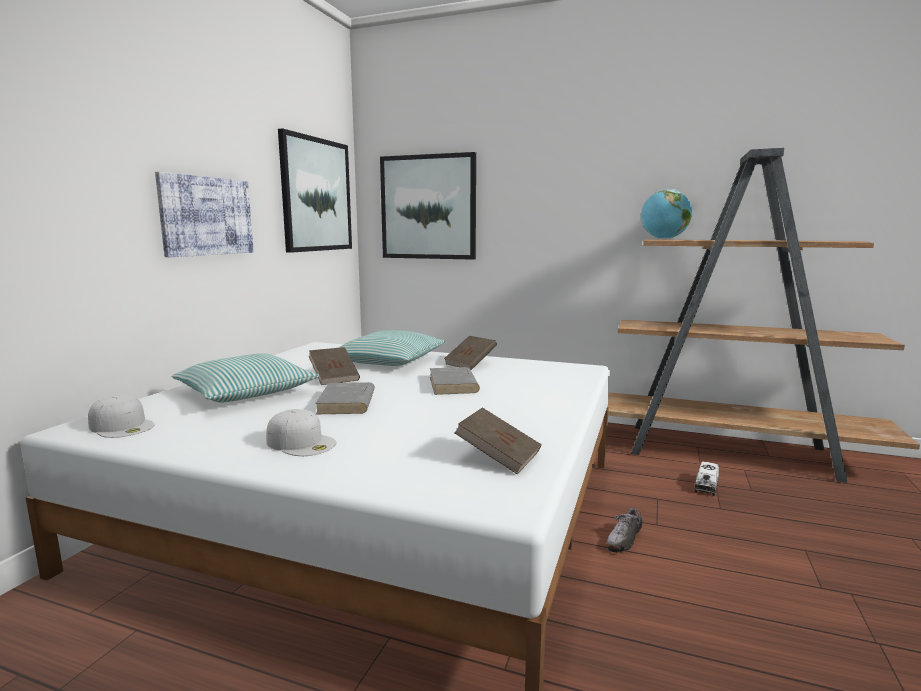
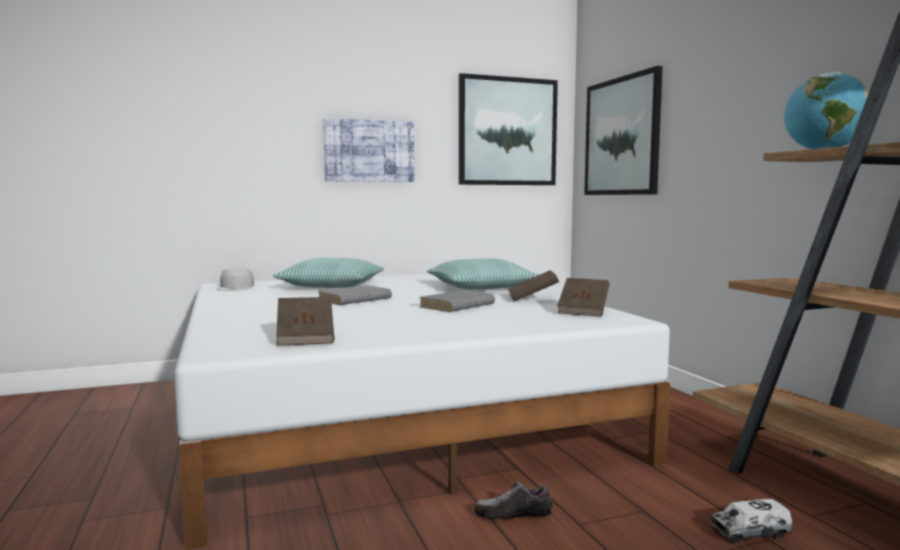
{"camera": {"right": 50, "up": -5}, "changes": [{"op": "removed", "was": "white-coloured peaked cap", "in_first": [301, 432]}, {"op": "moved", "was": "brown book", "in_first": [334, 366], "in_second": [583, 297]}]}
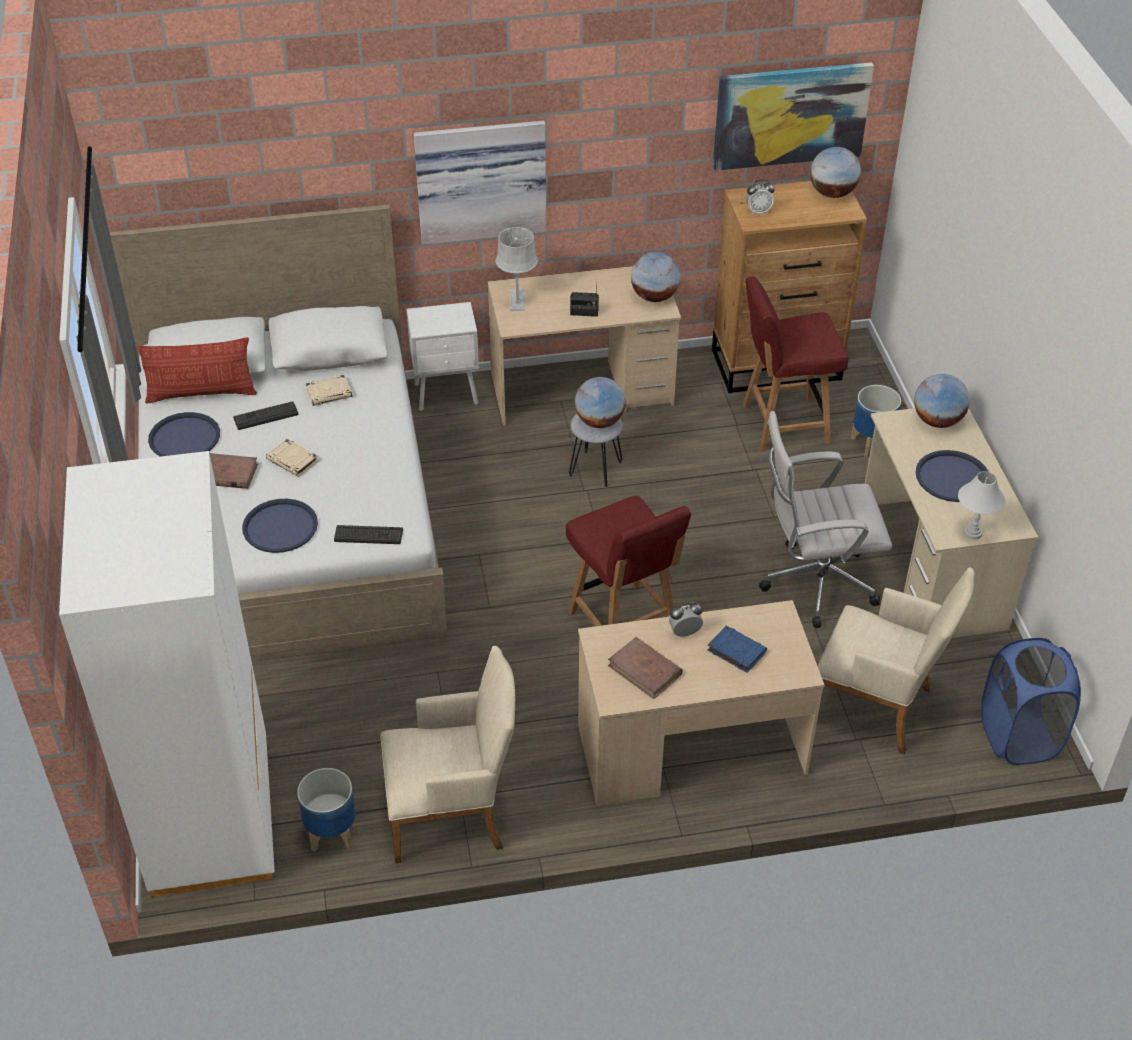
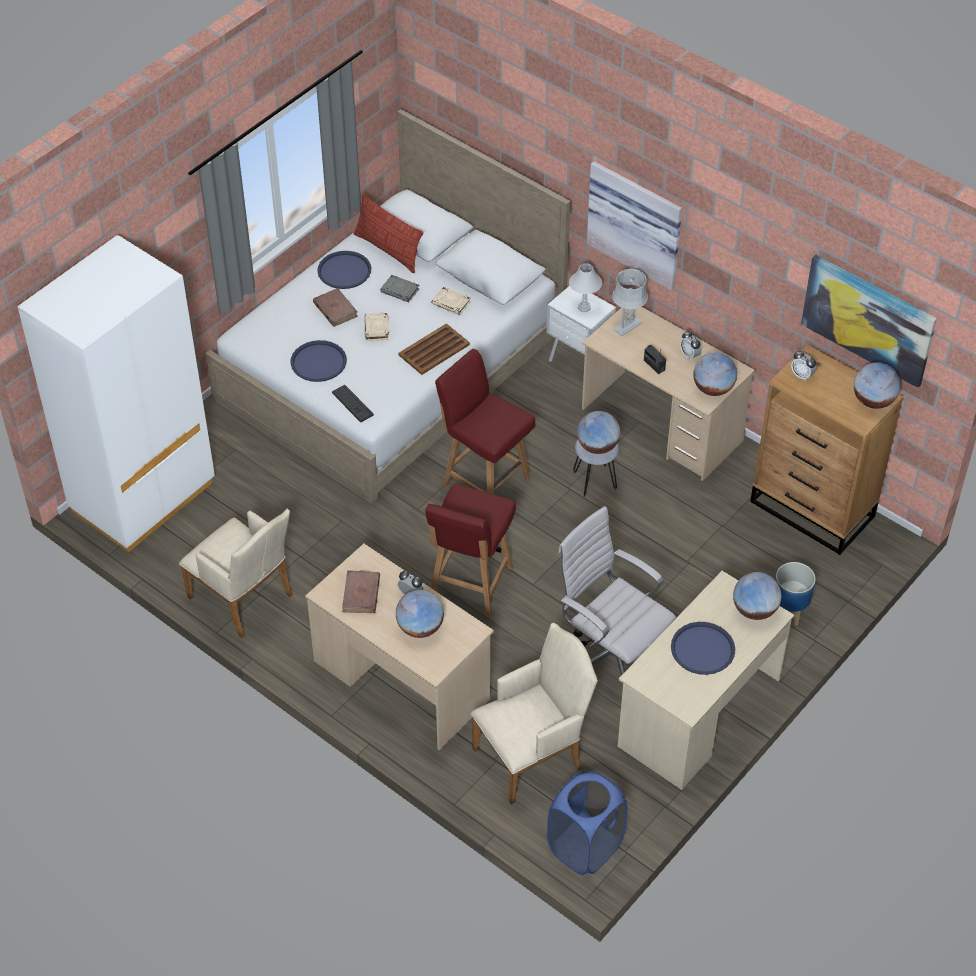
{"camera": {"right": 50, "up": 5}, "changes": [{"op": "replaced", "was": "computer keyboard", "now": "greyish book", "in_first": [266, 415], "in_second": [399, 288]}, {"op": "removed", "was": "plant pot", "in_first": [326, 810]}, {"op": "replaced", "was": "blue book", "now": "desk globe", "in_first": [737, 649], "in_second": [420, 614]}, {"op": "moved", "was": "red-coloured upright chair", "in_first": [795, 363], "in_second": [485, 421]}, {"op": "turned", "was": "beige lounge chair", "in_first": [896, 660], "in_second": [534, 714], "clockwise": -105}, {"op": "moved", "was": "white-coloured lamp for a table", "in_first": [981, 505], "in_second": [585, 287]}, {"op": "added", "now": "brown carrying tray", "in_second": [434, 349]}, {"op": "added", "now": "alarm clock", "in_second": [691, 345]}]}
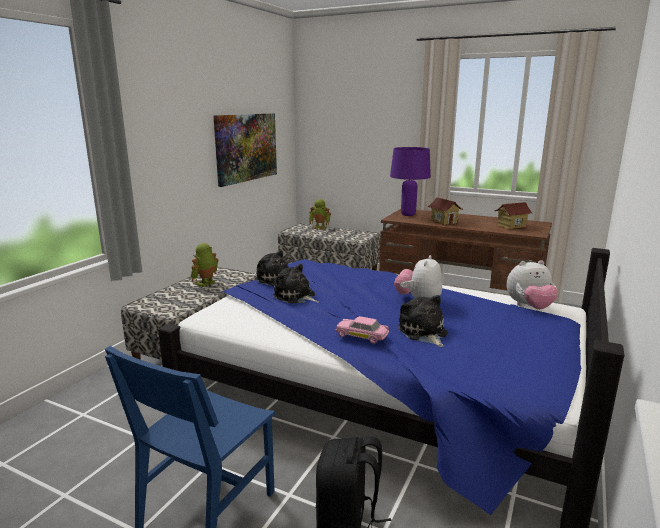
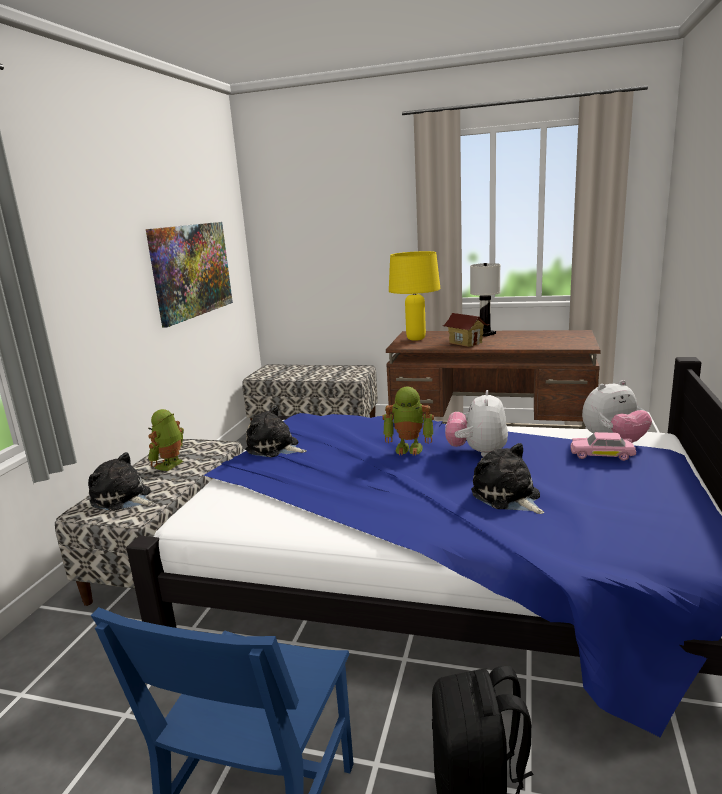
{"camera": {"right": -10, "up": 0}, "changes": [{"op": "moved", "was": "plush toy", "in_first": [296, 283], "in_second": [121, 481]}, {"op": "moved", "was": "robot figure", "in_first": [320, 214], "in_second": [408, 421]}, {"op": "moved", "was": "pink miniature car", "in_first": [362, 330], "in_second": [603, 446]}, {"op": "recoloured", "was": "purple lamp for a table", "now": "yellowish lamp for a table", "in_first": [410, 181], "in_second": [415, 296]}, {"op": "removed", "was": "model house", "in_first": [513, 215]}, {"op": "added", "now": "white-coloured lamp for a table", "in_second": [485, 300]}]}
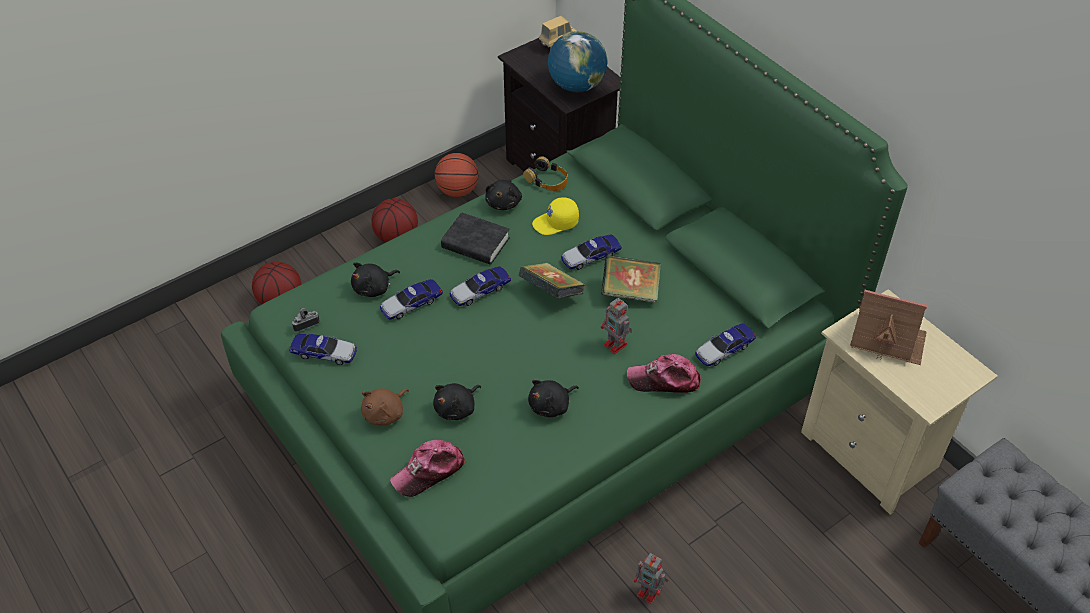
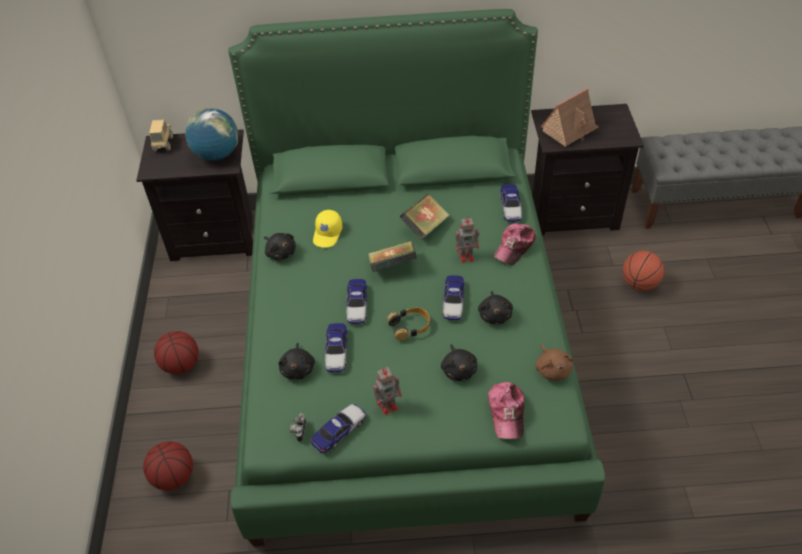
{"camera": {"right": -55, "up": 0}, "changes": [{"op": "moved", "was": "brown plush toy", "in_first": [385, 406], "in_second": [554, 362]}, {"op": "moved", "was": "basketball ball", "in_first": [457, 175], "in_second": [643, 271]}, {"op": "removed", "was": "blackish book", "in_first": [475, 238]}, {"op": "moved", "was": "headphones", "in_first": [545, 173], "in_second": [408, 324]}, {"op": "moved", "was": "miniature car", "in_first": [591, 252], "in_second": [453, 297]}, {"op": "moved", "was": "robot figure", "in_first": [651, 578], "in_second": [387, 391]}, {"op": "recoloured", "was": "beige bedside table", "now": "blackish bedside table", "in_first": [899, 402], "in_second": [587, 169]}]}
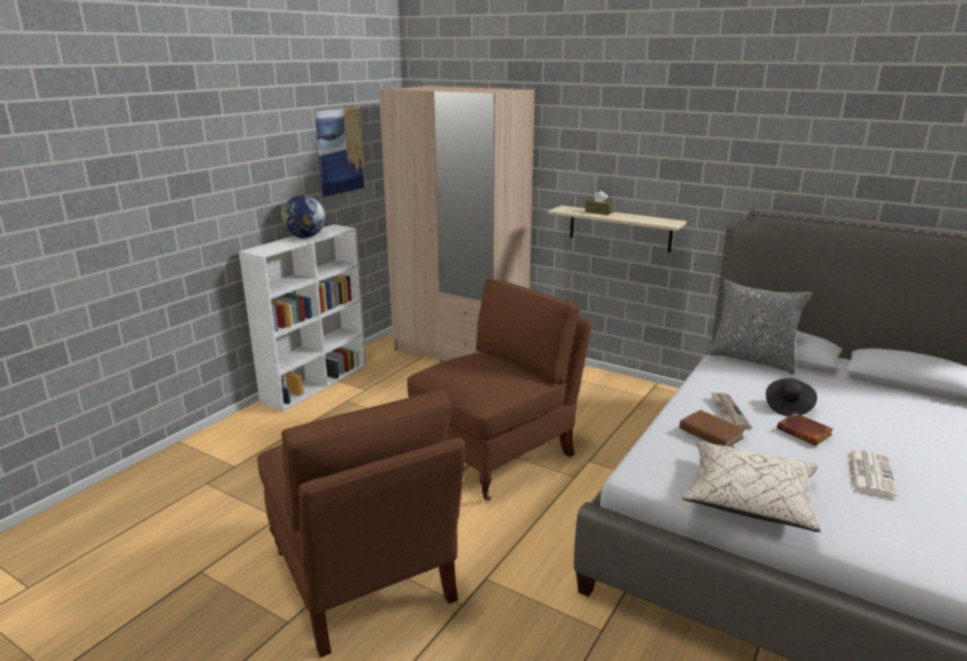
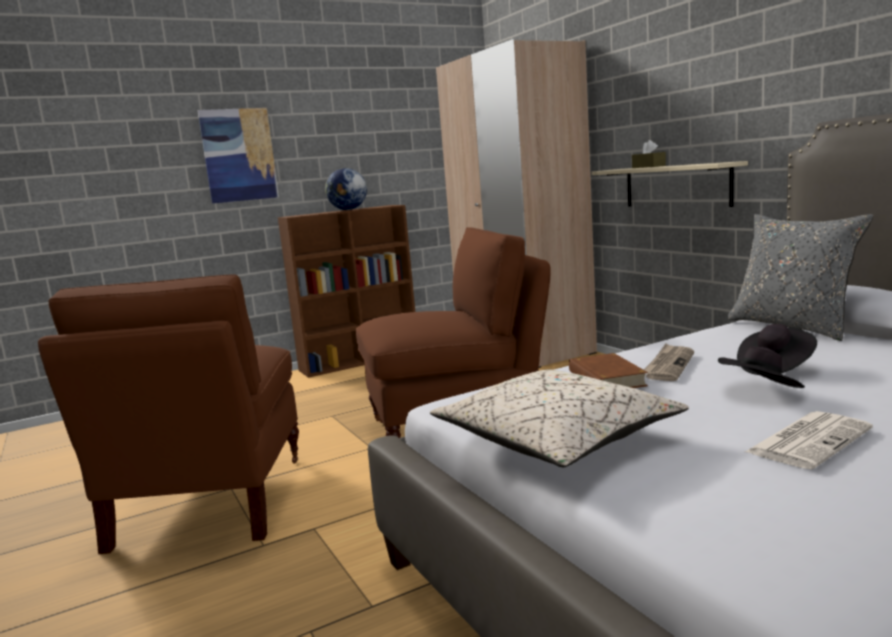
{"camera": {"right": 30, "up": -10}, "changes": [{"op": "recoloured", "was": "white-coloured bookshelf", "now": "brown bookshelf", "in_first": [302, 318], "in_second": [346, 291]}, {"op": "moved", "was": "wall picture", "in_first": [340, 152], "in_second": [238, 155]}, {"op": "replaced", "was": "brown book", "now": "blackish hat", "in_first": [805, 429], "in_second": [761, 367]}]}
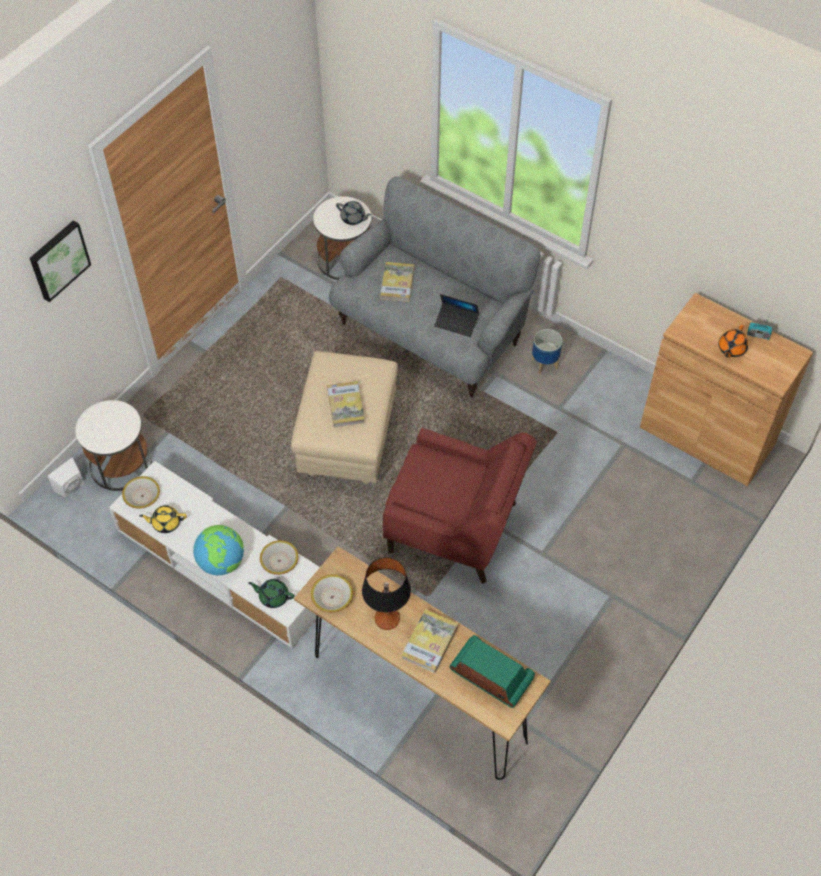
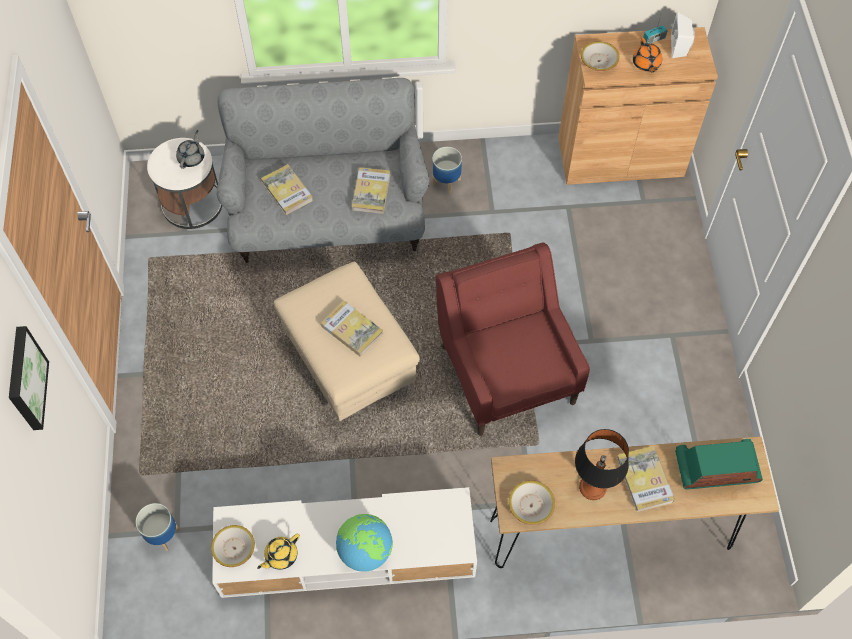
{"camera": {"right": -40, "up": 5}, "changes": [{"op": "moved", "was": "white-coloured loudspeaker", "in_first": [66, 477], "in_second": [683, 34]}, {"op": "replaced", "was": "white-coloured accent table", "now": "plant pot", "in_first": [113, 445], "in_second": [158, 527]}, {"op": "removed", "was": "green-coloured pot for tea", "in_first": [271, 593]}, {"op": "moved", "was": "deep dish", "in_first": [279, 557], "in_second": [600, 56]}, {"op": "turned", "was": "greyish pot for tea", "in_first": [353, 213], "in_second": [190, 149], "clockwise": -60}, {"op": "turned", "was": "red-coloured lounge chair", "in_first": [460, 505], "in_second": [513, 339], "clockwise": -90}, {"op": "replaced", "was": "notebook computer", "now": "book", "in_first": [456, 315], "in_second": [371, 190]}]}
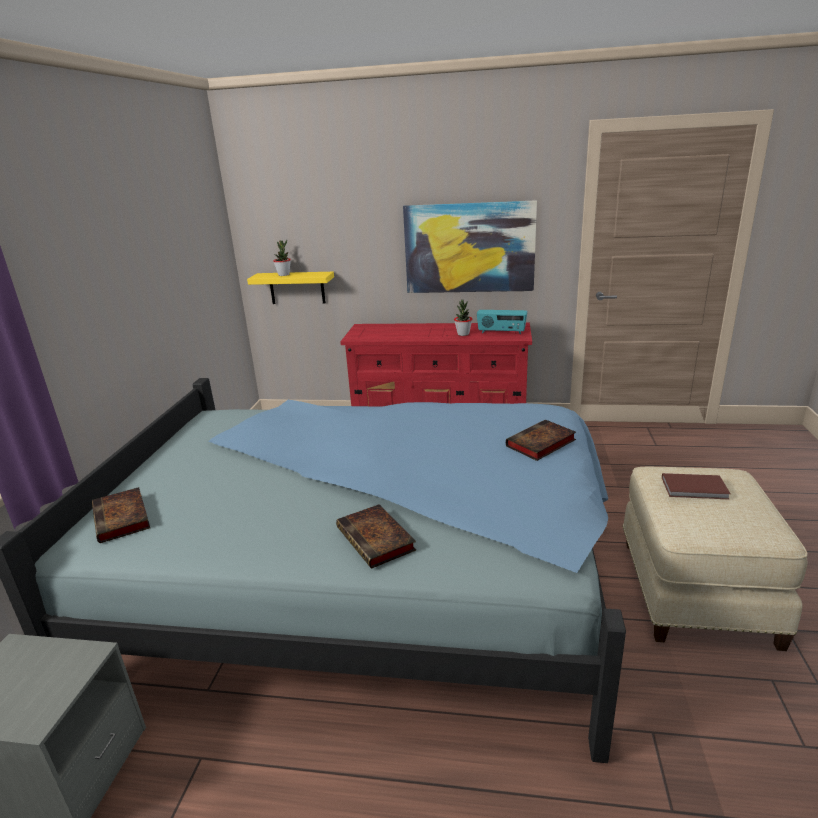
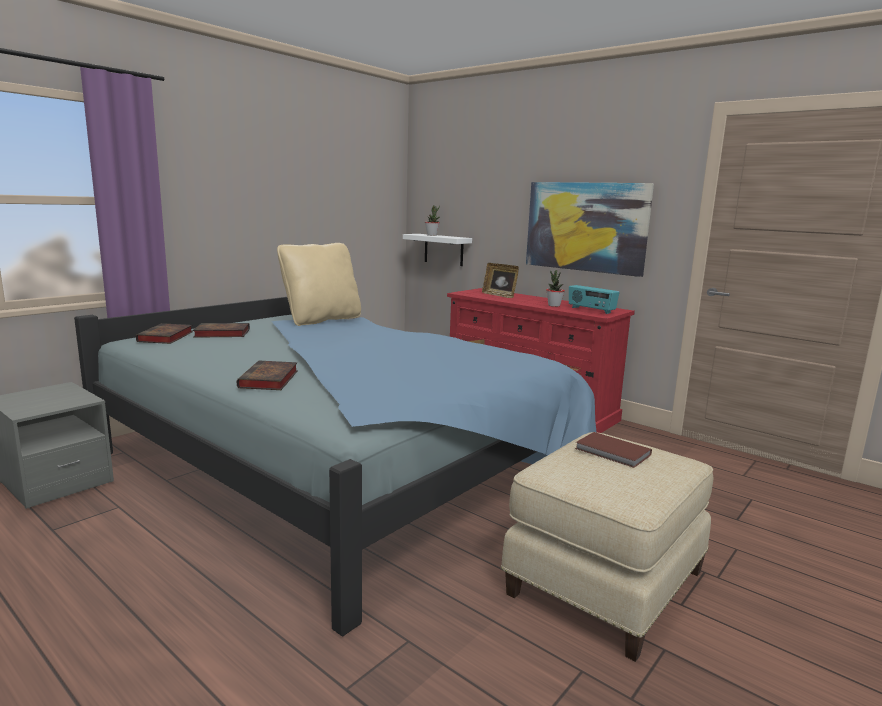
{"camera": {"right": 30, "up": -10}, "changes": [{"op": "recoloured", "was": "yellowish wall shelf", "now": "white-coloured wall shelf", "in_first": [290, 288], "in_second": [437, 250]}, {"op": "moved", "was": "book", "in_first": [541, 440], "in_second": [221, 330]}, {"op": "added", "now": "beige pillow", "in_second": [319, 284]}, {"op": "added", "now": "picture frame", "in_second": [500, 280]}]}
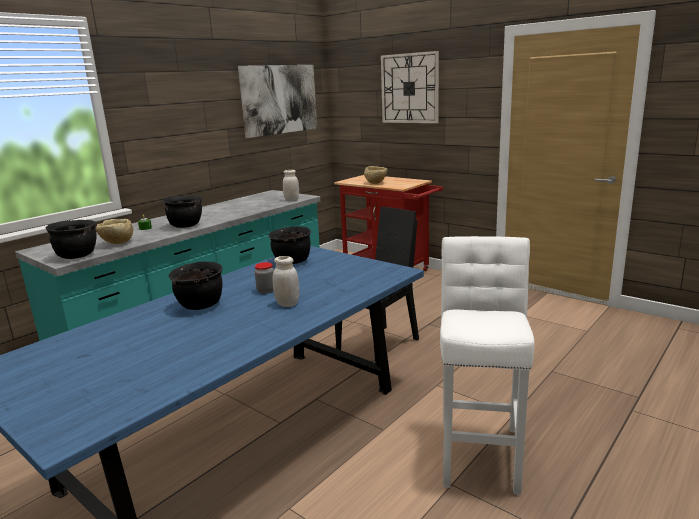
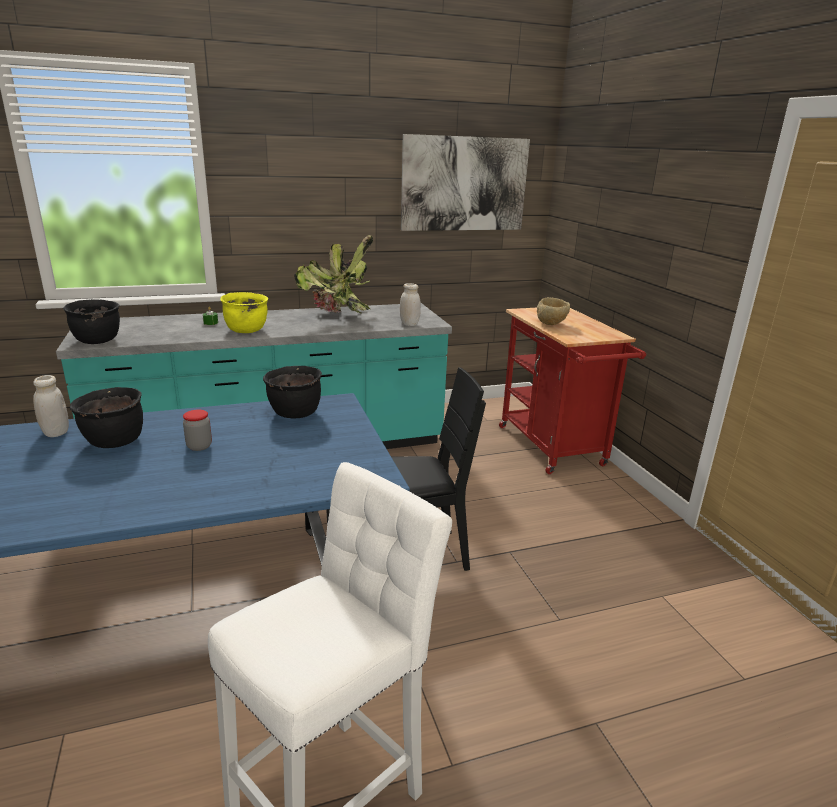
{"camera": {"right": 30, "up": 5}, "changes": [{"op": "removed", "was": "beige deep dish", "in_first": [114, 231]}, {"op": "recoloured", "was": "blackish cooking pot", "now": "yellowish cooking pot", "in_first": [182, 212], "in_second": [244, 312]}, {"op": "moved", "was": "white-coloured jar", "in_first": [286, 281], "in_second": [51, 406]}, {"op": "removed", "was": "clock on the wall", "in_first": [410, 87]}, {"op": "added", "now": "plant in a pot", "in_second": [333, 274]}]}
